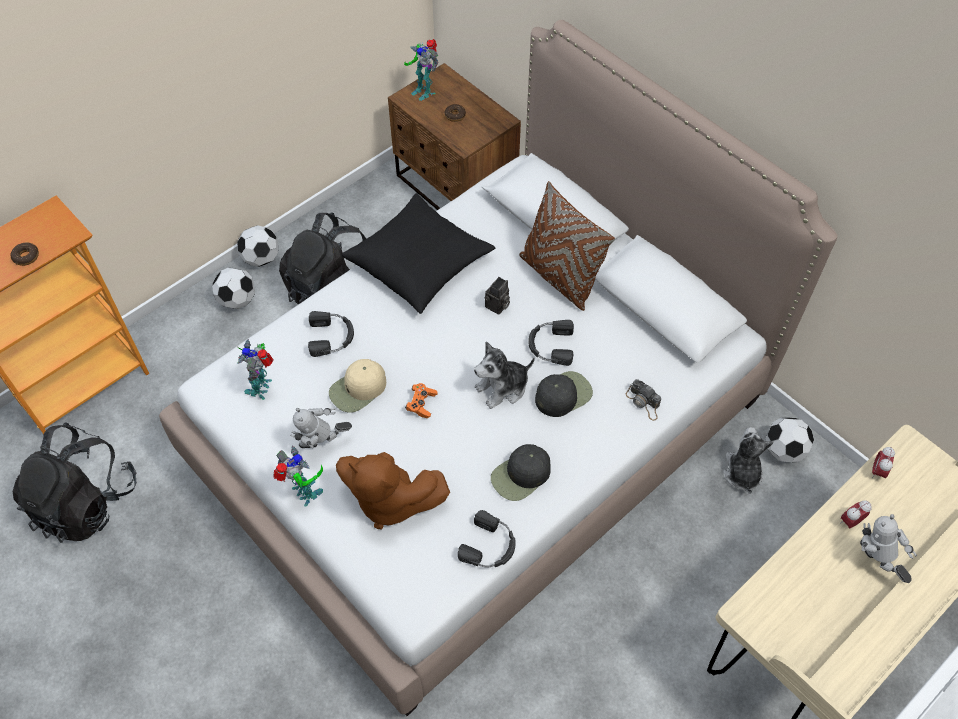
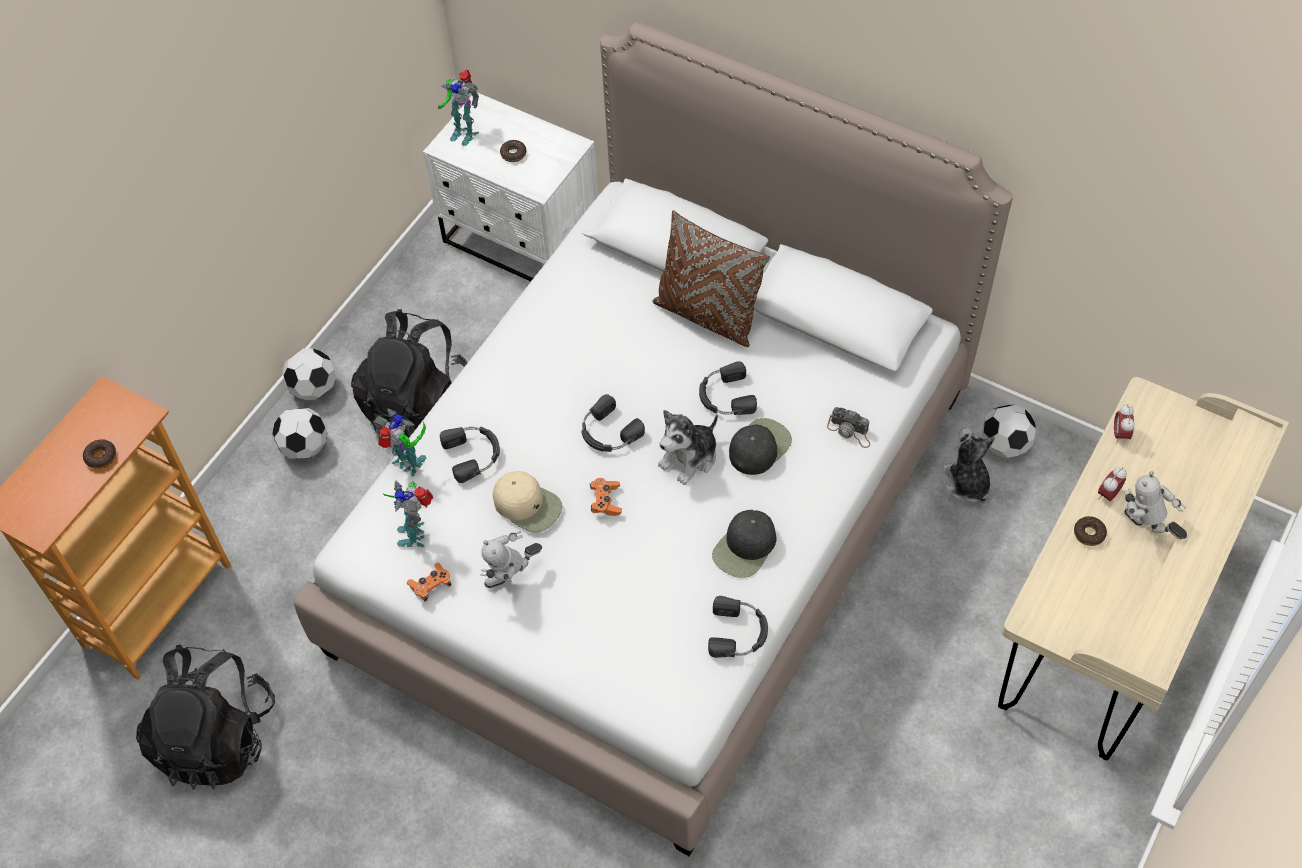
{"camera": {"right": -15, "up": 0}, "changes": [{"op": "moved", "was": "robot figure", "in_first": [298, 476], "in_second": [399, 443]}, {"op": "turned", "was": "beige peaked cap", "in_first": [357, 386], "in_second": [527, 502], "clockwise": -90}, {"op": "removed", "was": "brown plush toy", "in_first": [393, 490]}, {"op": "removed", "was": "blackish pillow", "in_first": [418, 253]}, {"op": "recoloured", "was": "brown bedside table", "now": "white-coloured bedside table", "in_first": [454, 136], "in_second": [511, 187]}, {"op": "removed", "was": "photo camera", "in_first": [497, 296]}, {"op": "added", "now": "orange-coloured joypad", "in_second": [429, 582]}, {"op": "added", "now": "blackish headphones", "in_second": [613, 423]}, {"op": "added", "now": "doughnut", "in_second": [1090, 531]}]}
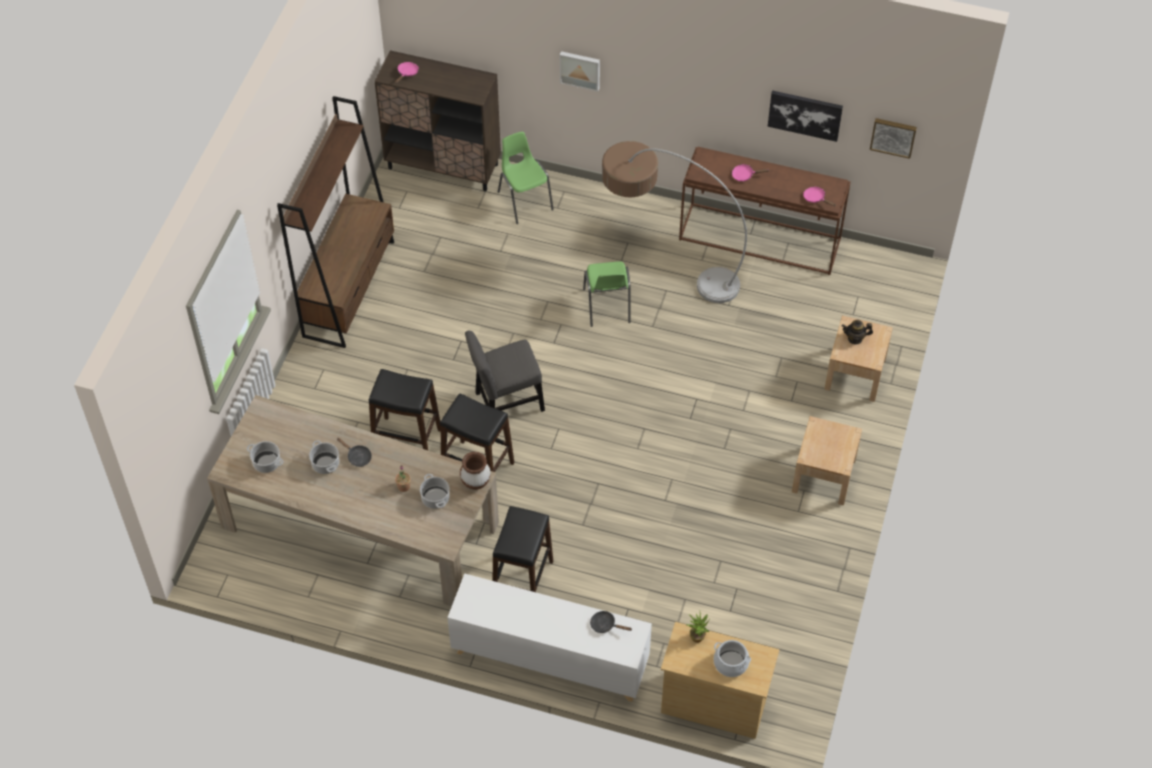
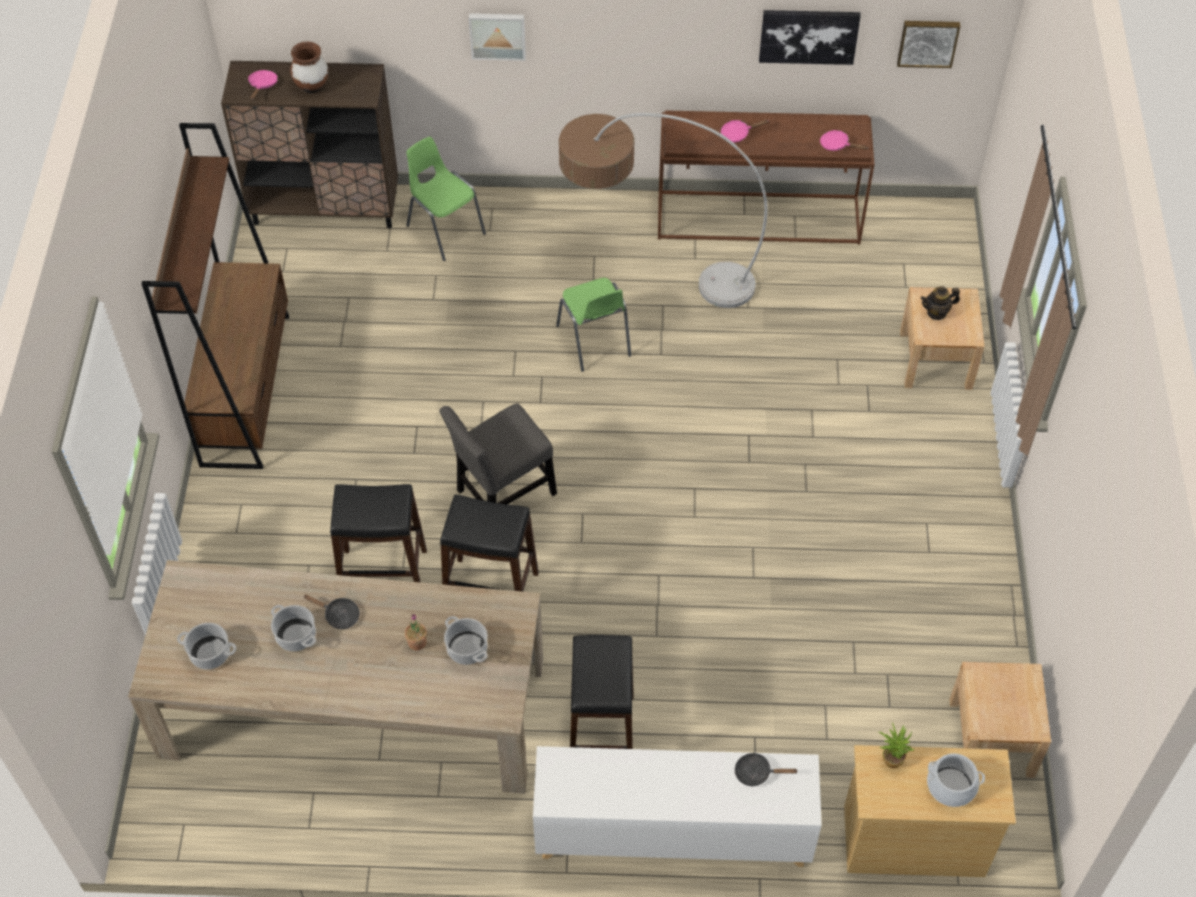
{"camera": {"right": -15, "up": 0}, "changes": [{"op": "moved", "was": "brown flower vase", "in_first": [475, 471], "in_second": [309, 67]}, {"op": "moved", "was": "beige bedside table", "in_first": [827, 461], "in_second": [1000, 720]}]}
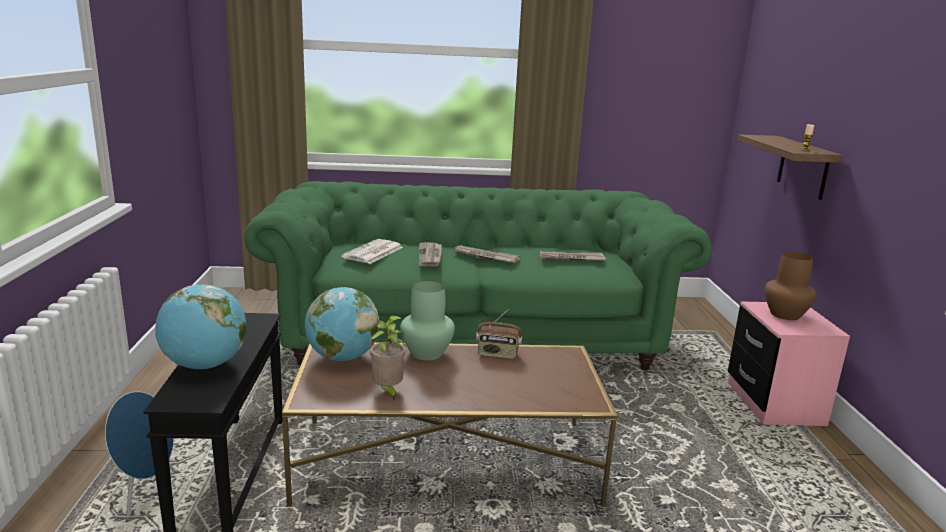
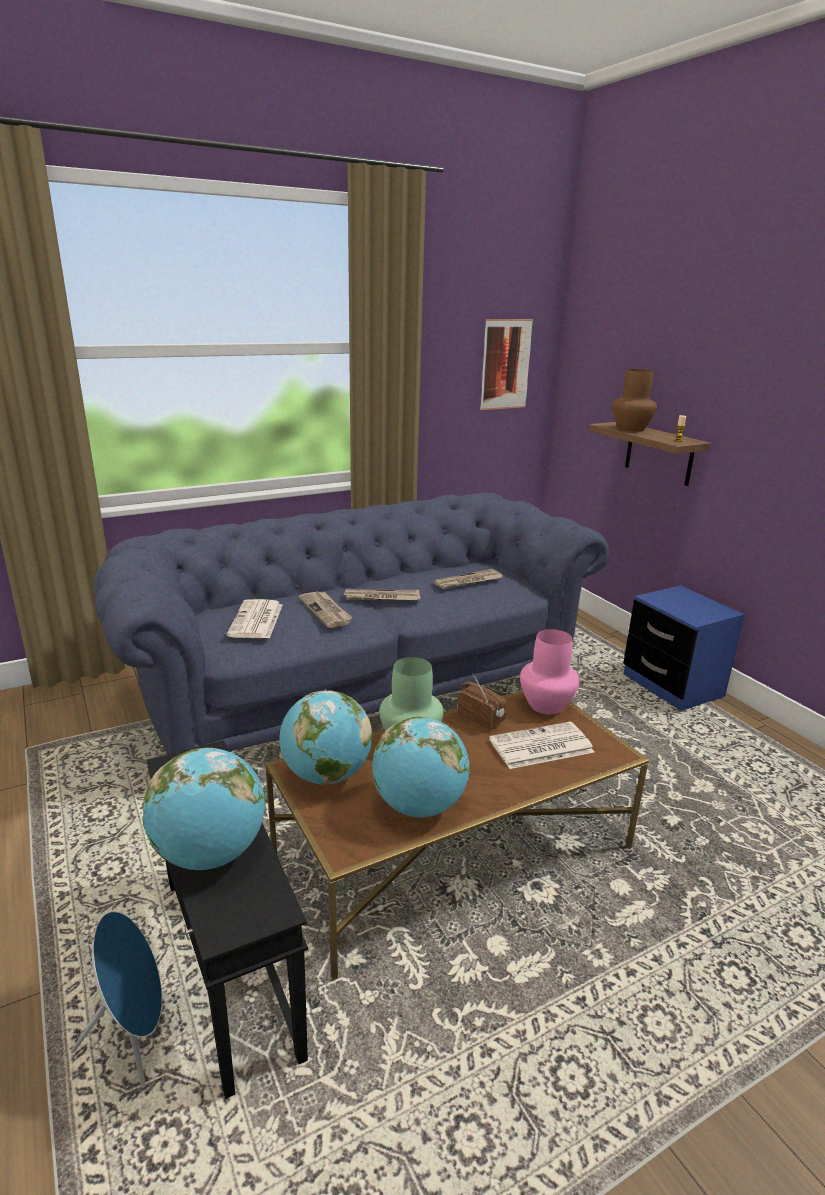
{"camera": {"right": -25, "up": 5}, "changes": [{"op": "recoloured", "was": "green-coloured sofa", "now": "blue sofa", "in_first": [478, 276], "in_second": [351, 623]}, {"op": "replaced", "was": "plant in a pot", "now": "desk globe", "in_first": [388, 358], "in_second": [421, 766]}, {"op": "turned", "was": "radio receiver", "in_first": [499, 334], "in_second": [481, 701], "clockwise": -120}, {"op": "recoloured", "was": "pink bedside table", "now": "blue bedside table", "in_first": [789, 363], "in_second": [684, 648]}, {"op": "moved", "was": "brown flower vase", "in_first": [790, 286], "in_second": [634, 400]}, {"op": "added", "now": "wall picture", "in_second": [506, 364]}, {"op": "added", "now": "printed paper", "in_second": [541, 745]}, {"op": "added", "now": "pink flower vase", "in_second": [550, 671]}]}
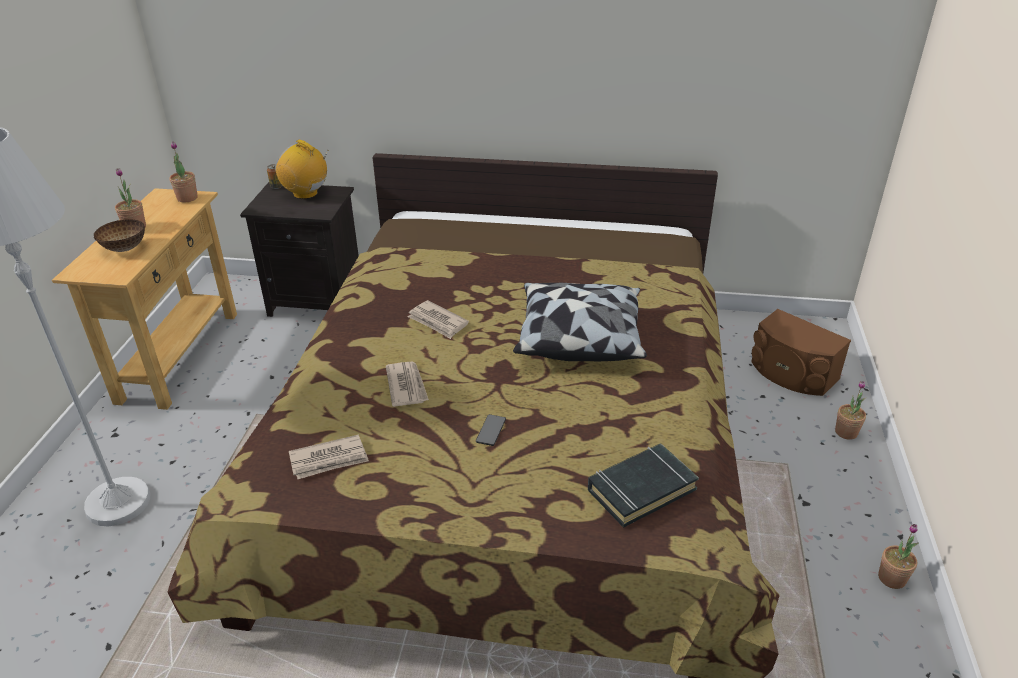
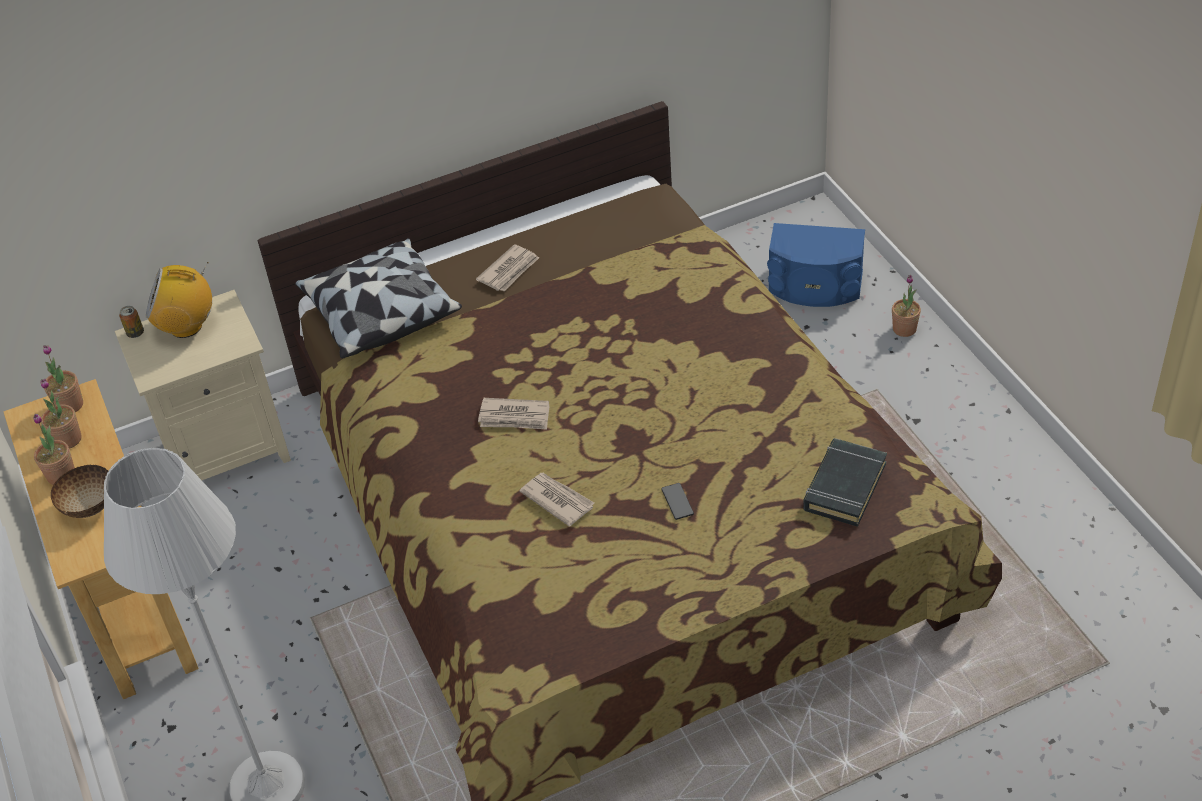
{"camera": {"right": -30, "up": 10}, "changes": [{"op": "recoloured", "was": "blackish bedside table", "now": "beige bedside table", "in_first": [299, 249], "in_second": [203, 385]}, {"op": "moved", "was": "printed paper", "in_first": [329, 457], "in_second": [507, 268]}, {"op": "moved", "was": "pillow", "in_first": [580, 322], "in_second": [378, 298]}, {"op": "recoloured", "was": "brown loudspeaker", "now": "blue loudspeaker", "in_first": [801, 352], "in_second": [816, 265]}, {"op": "moved", "was": "plant in a pot", "in_first": [898, 556], "in_second": [60, 414]}]}
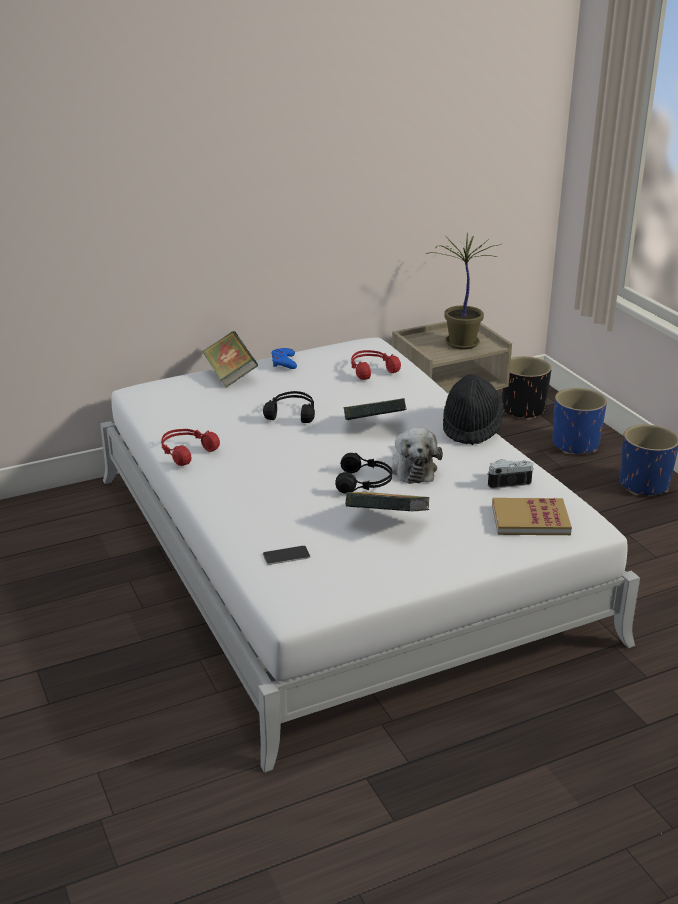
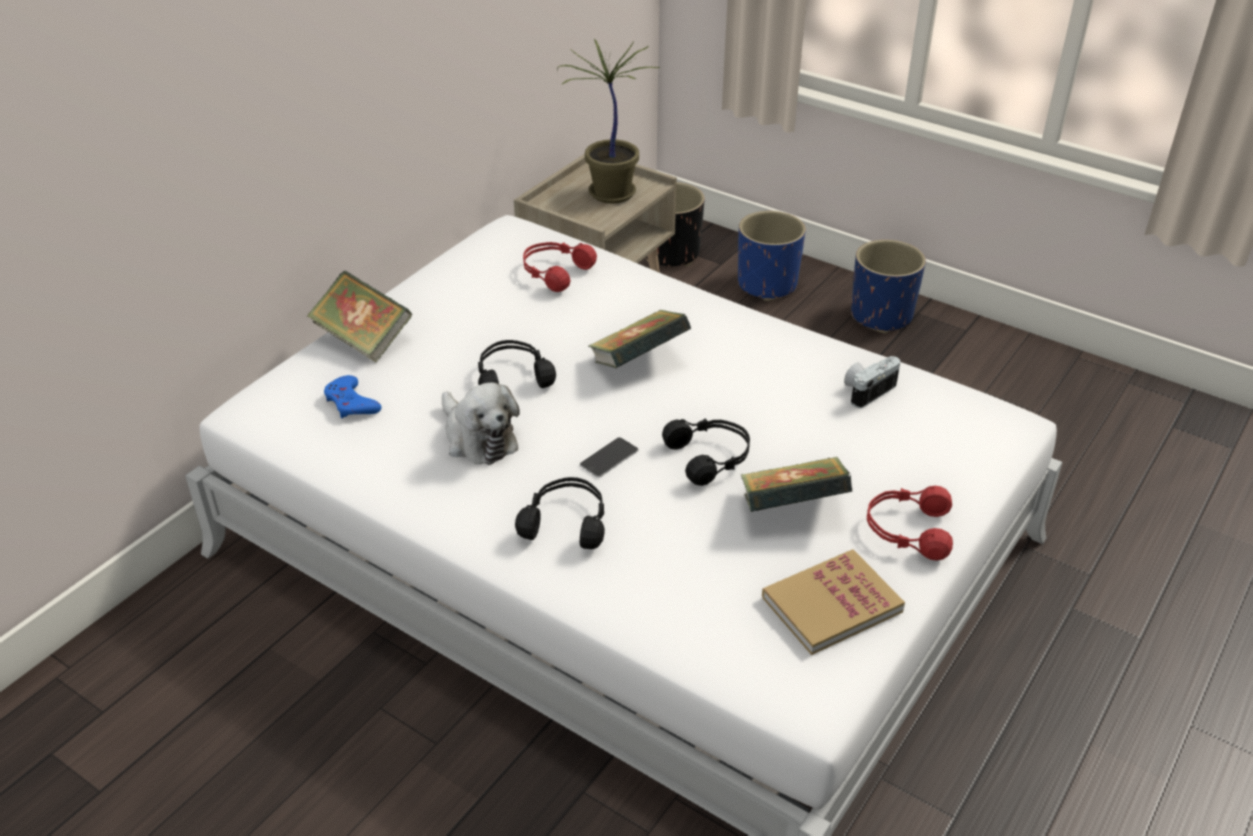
{"camera": {"right": -30, "up": 10}, "changes": [{"op": "moved", "was": "red-coloured headphones", "in_first": [190, 447], "in_second": [910, 523]}, {"op": "moved", "was": "telephone", "in_first": [287, 555], "in_second": [609, 457]}, {"op": "moved", "was": "blue joypad", "in_first": [284, 358], "in_second": [352, 396]}, {"op": "moved", "was": "plush toy", "in_first": [416, 455], "in_second": [481, 423]}, {"op": "removed", "was": "blackish hat", "in_first": [473, 409]}, {"op": "moved", "was": "book", "in_first": [532, 516], "in_second": [833, 602]}, {"op": "added", "now": "blackish headphones", "in_second": [560, 513]}]}
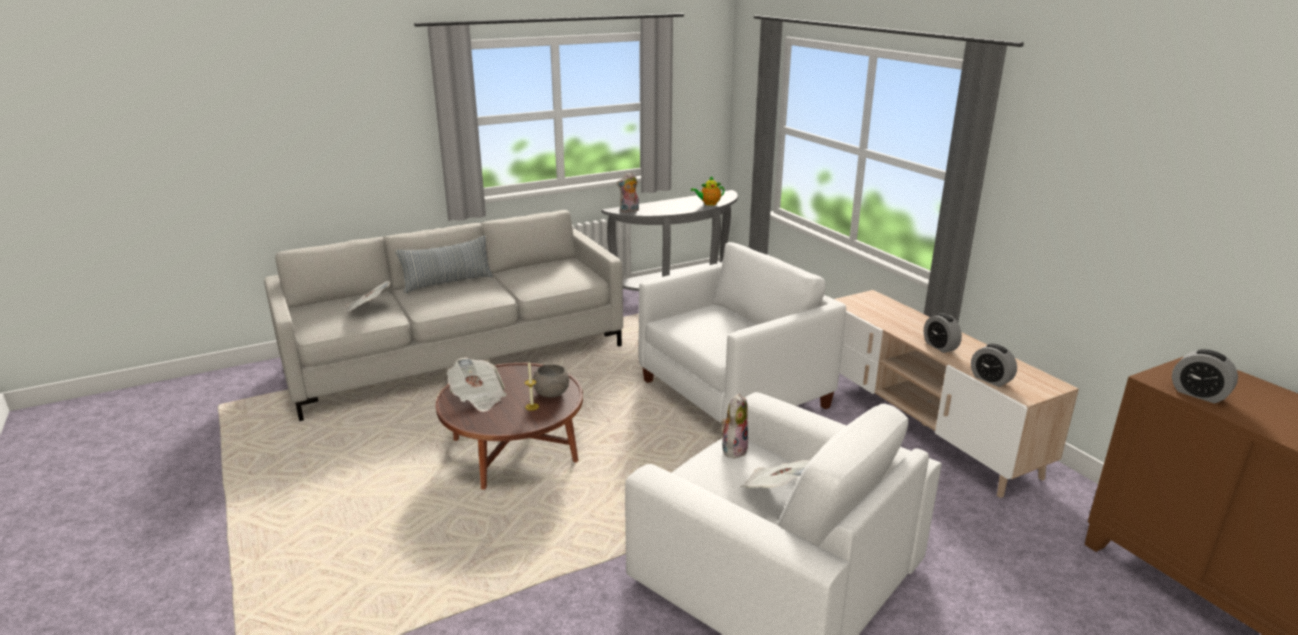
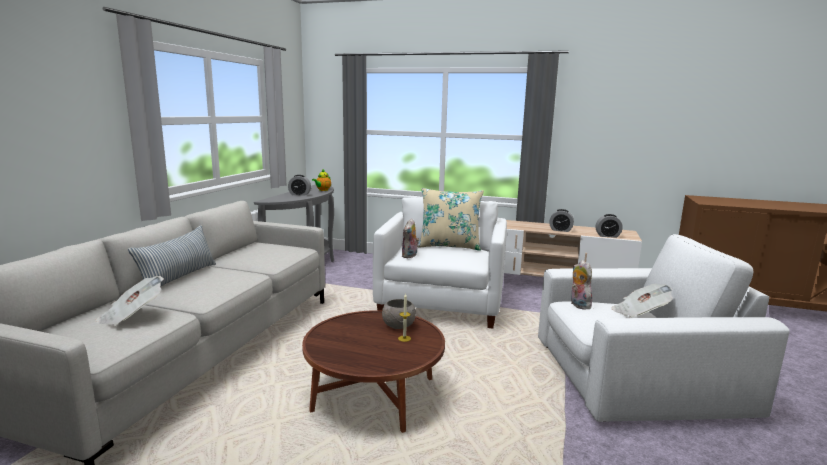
{"camera": {"right": -45, "up": -10}, "changes": [{"op": "removed", "was": "printed paper", "in_first": [477, 384]}, {"op": "moved", "was": "plush toy", "in_first": [628, 192], "in_second": [410, 238]}, {"op": "moved", "was": "alarm clock", "in_first": [1205, 376], "in_second": [299, 185]}, {"op": "added", "now": "beige pillow", "in_second": [451, 219]}]}
